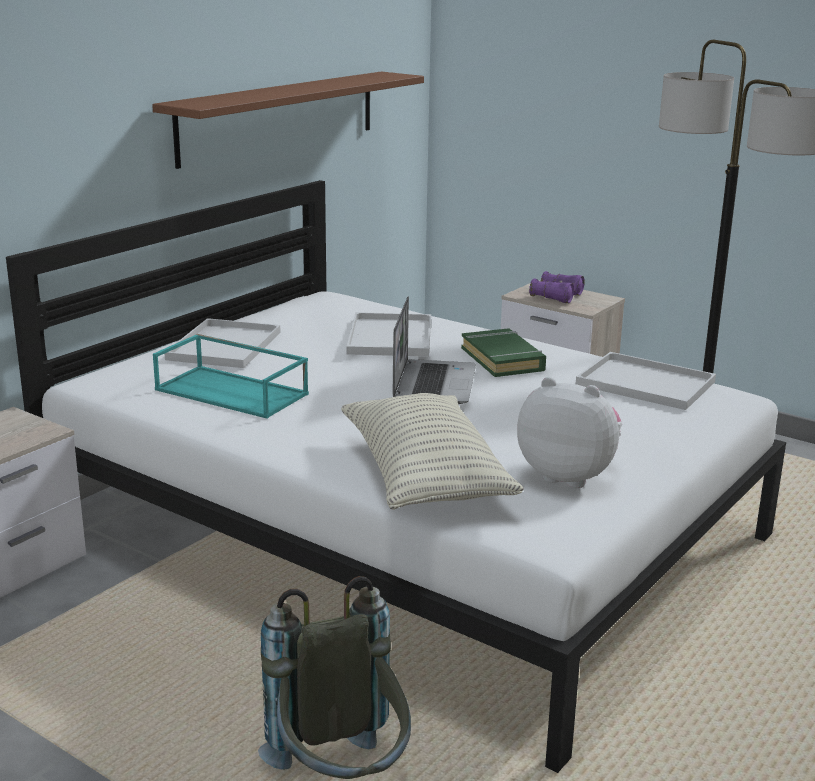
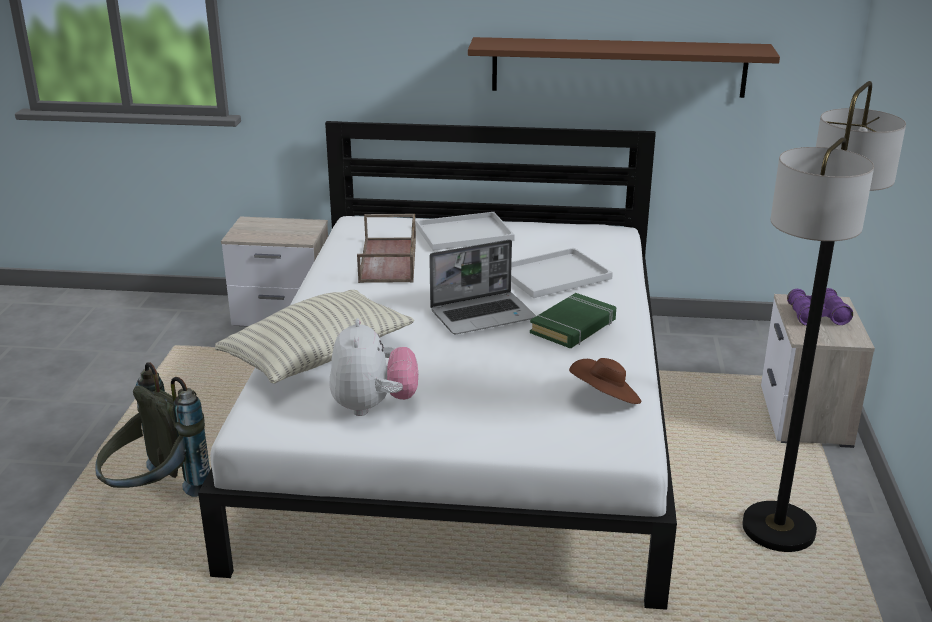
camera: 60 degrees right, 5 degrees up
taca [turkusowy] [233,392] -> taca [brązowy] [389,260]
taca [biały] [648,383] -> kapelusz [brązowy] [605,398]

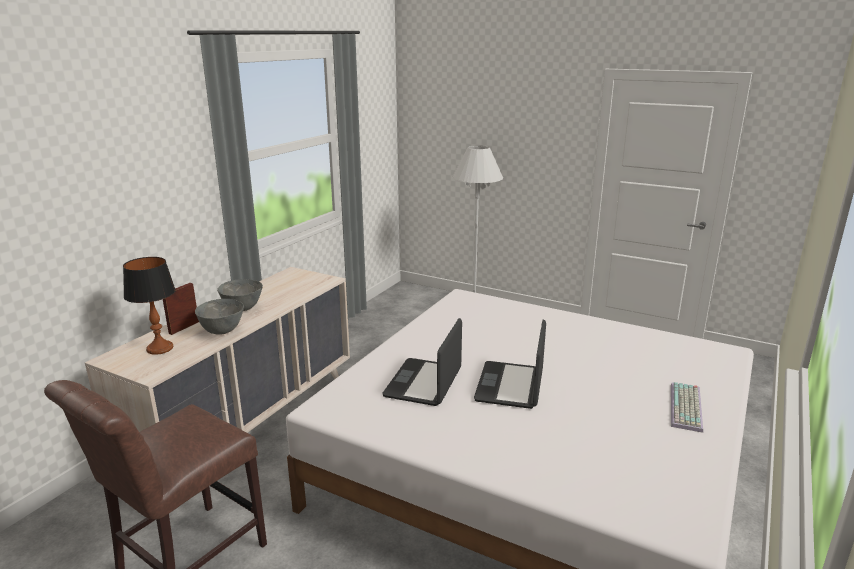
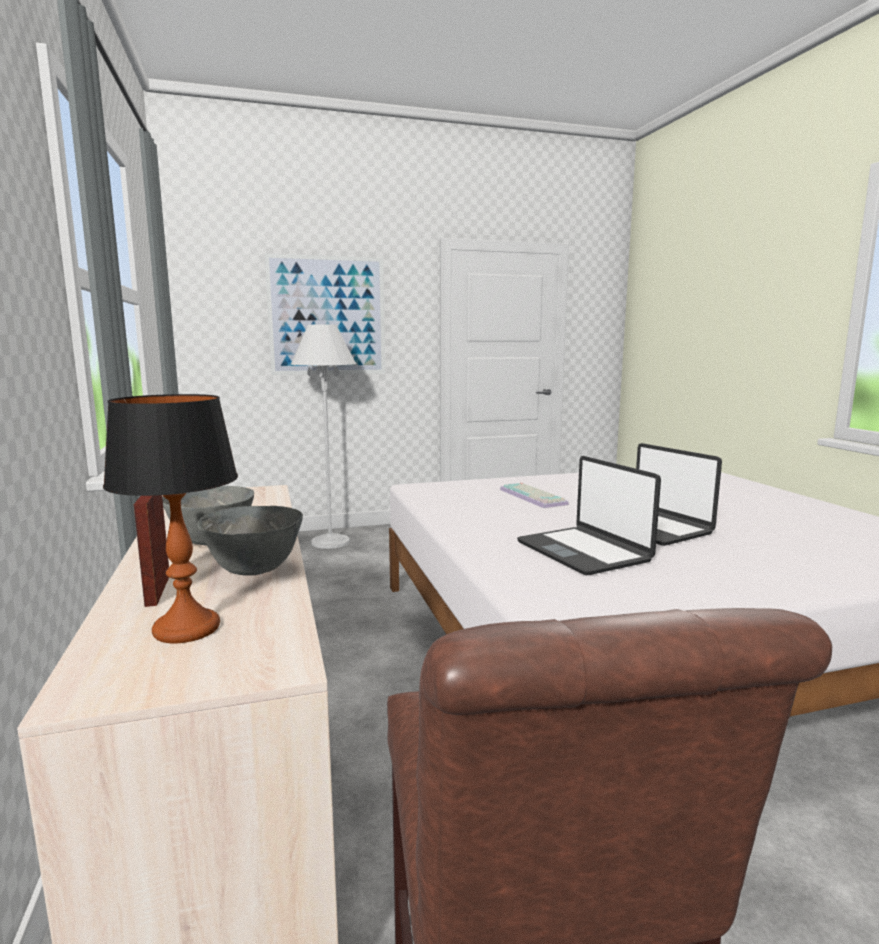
camera: 45 degrees left, 10 degrees down
none -> obraz [327,316]
klawiatura [687,408] -> klawiatura [534,497], moved

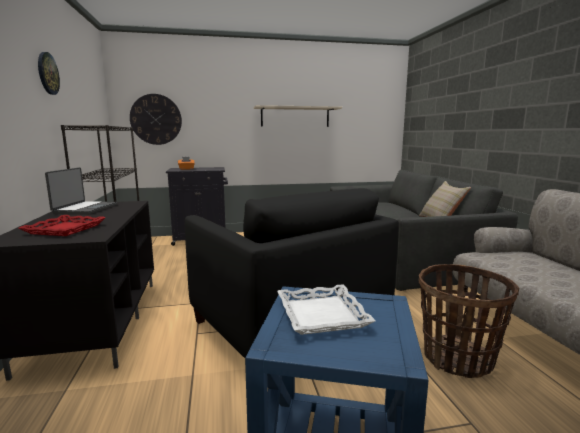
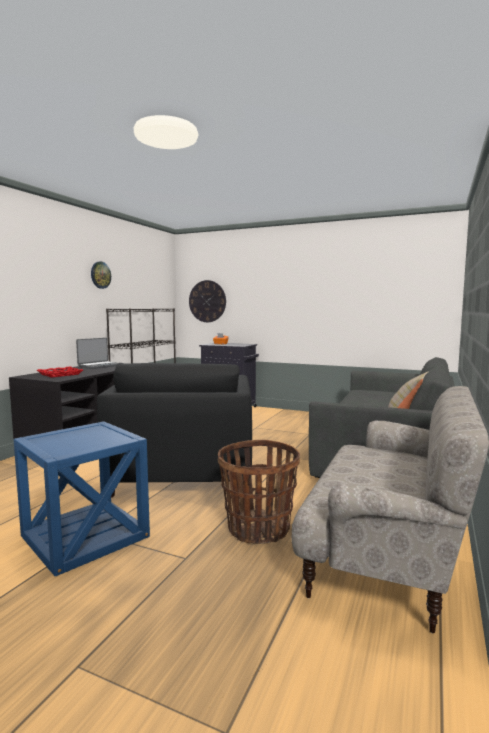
camera: 35 degrees right, 5 degrees down
półka [beżowy] [295,117] -> none
taca [biały] [321,314] -> none

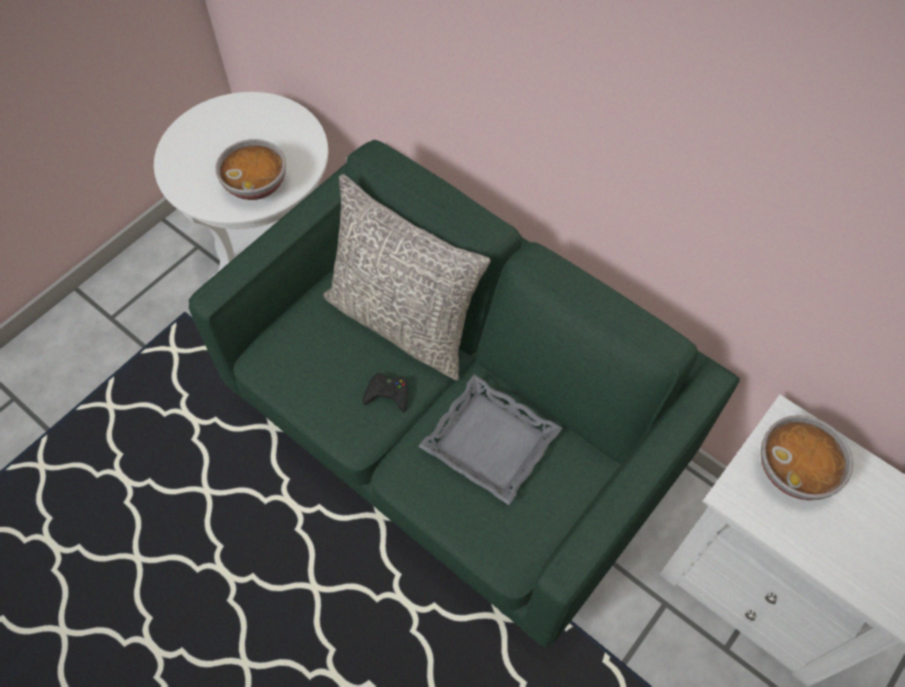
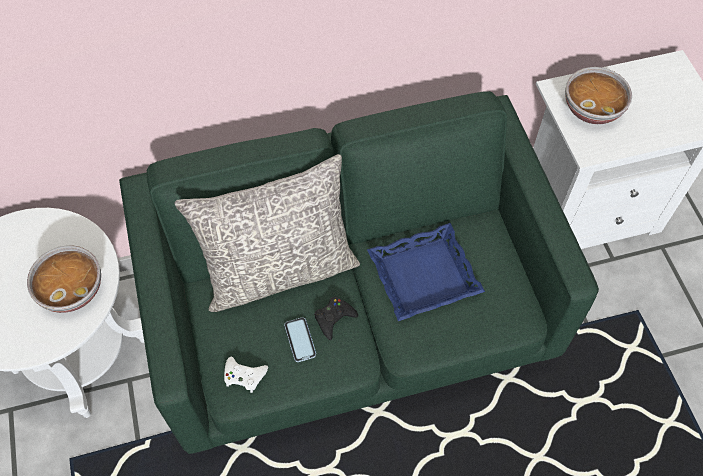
camera: 55 degrees left, 0 degrees up
none -> pad do gier [biały] [244,376]
none -> telefon [300,340]
taca [szary] [491,442] -> taca [niebieski] [424,275]

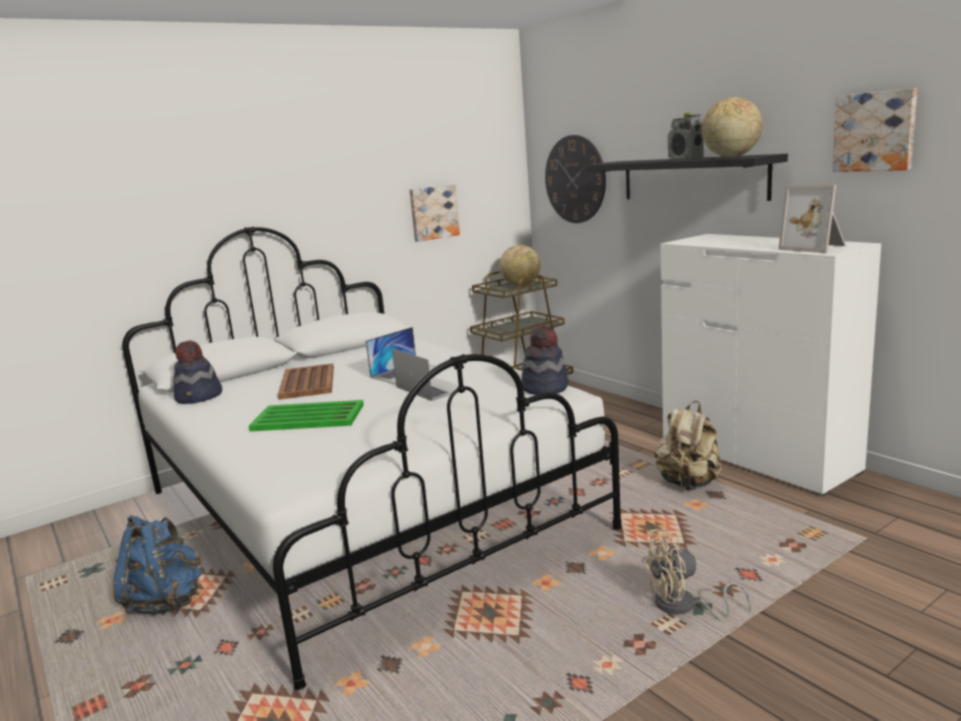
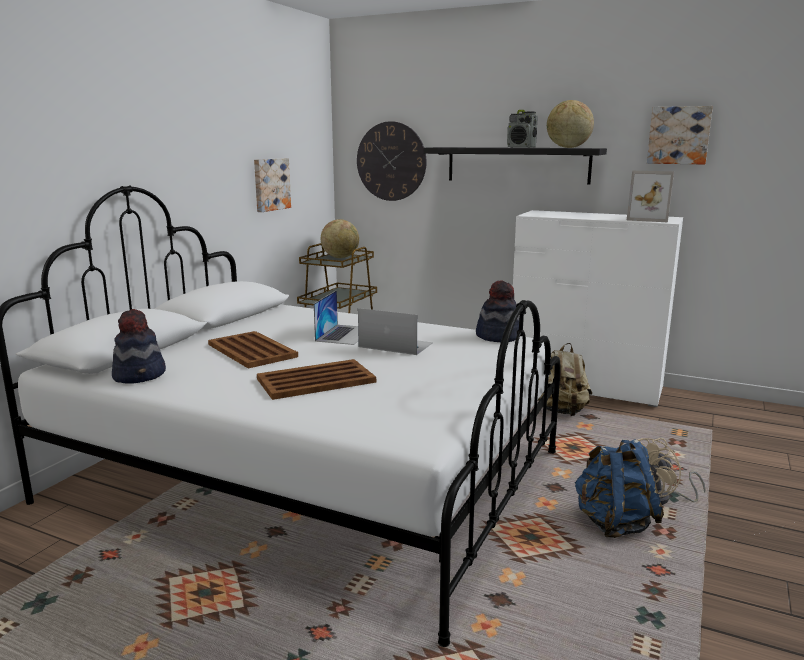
camera: 30 degrees left, 0 degrees up
taca [zielony] [307,417] -> taca [brązowy] [315,380]
plecak [niebieski] [166,601] -> plecak [niebieski] [613,524], moved

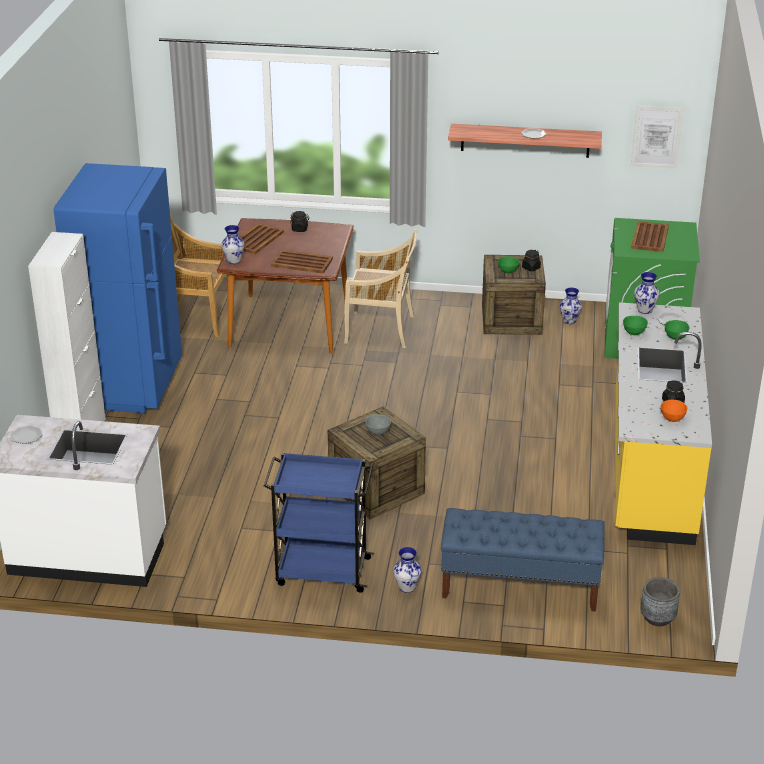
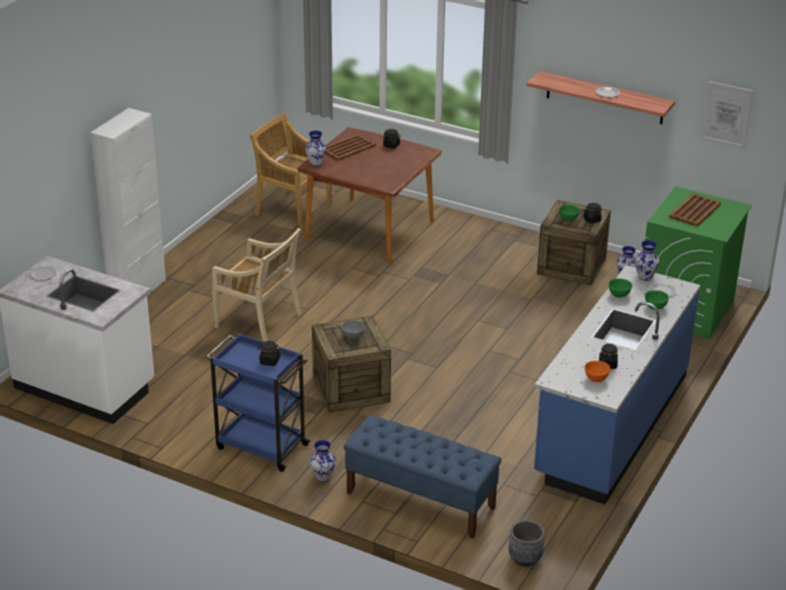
camera: 20 degrees right, 0 degrees up
krzesło [beżowy] [381,330] -> krzesło [beżowy] [259,321], moved
none -> słoik [czarny] [269,361]
zabudowa kuchenna [żółty] [650,466] -> zabudowa kuchenna [niebieski] [611,425]
lodówka [niebieski] [133,386] -> none
taca [brązowy] [302,262] -> none

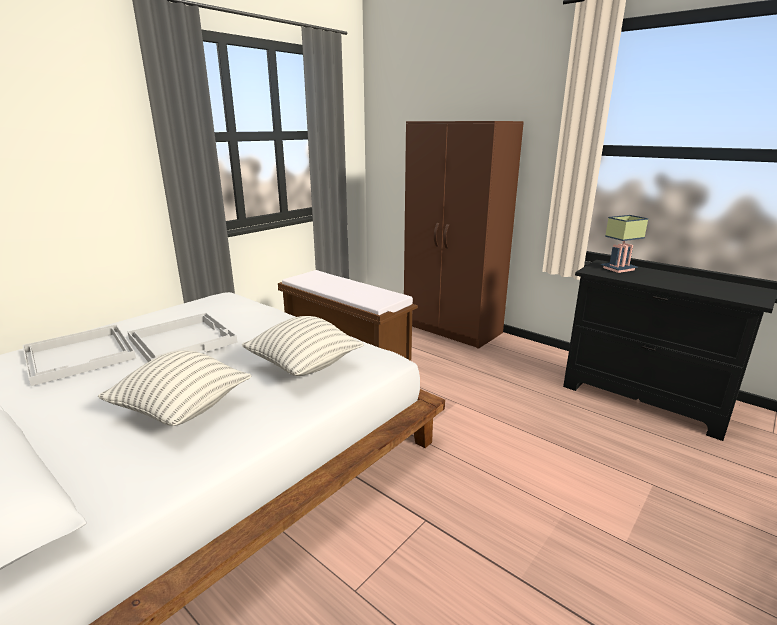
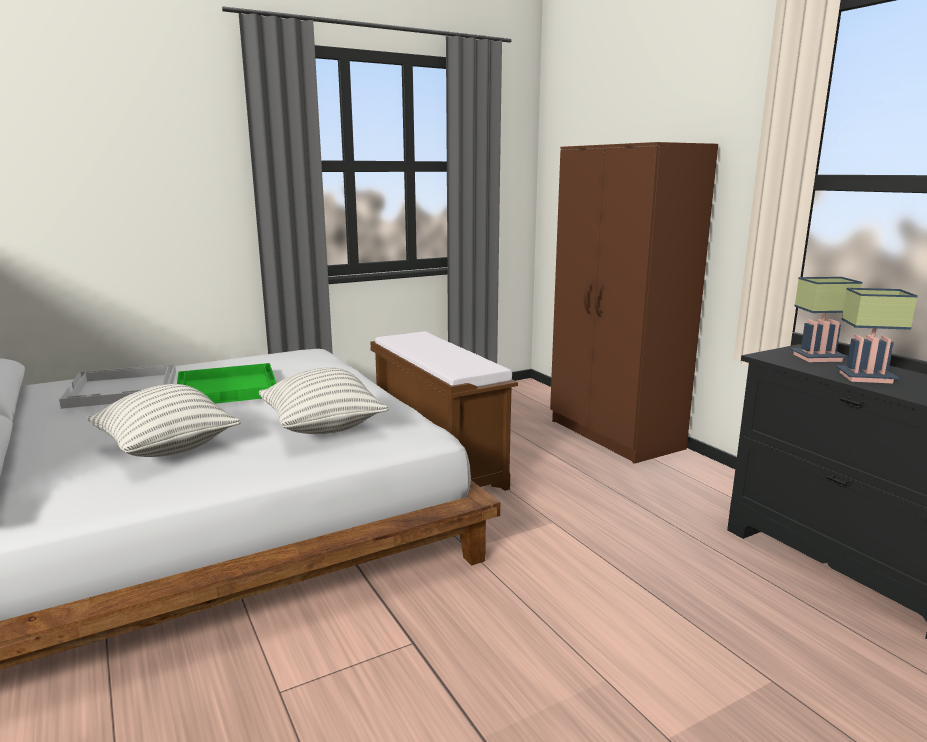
camera: 20 degrees right, 5 degrees down
taca [biały] [183,340] -> taca [zielony] [228,387]
none -> lampa stołowa [864,378]

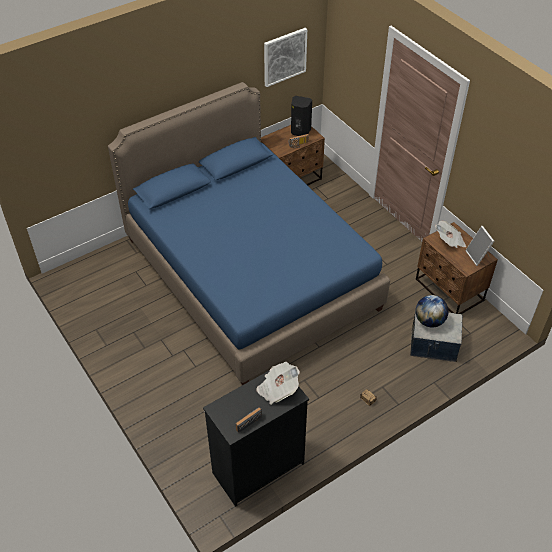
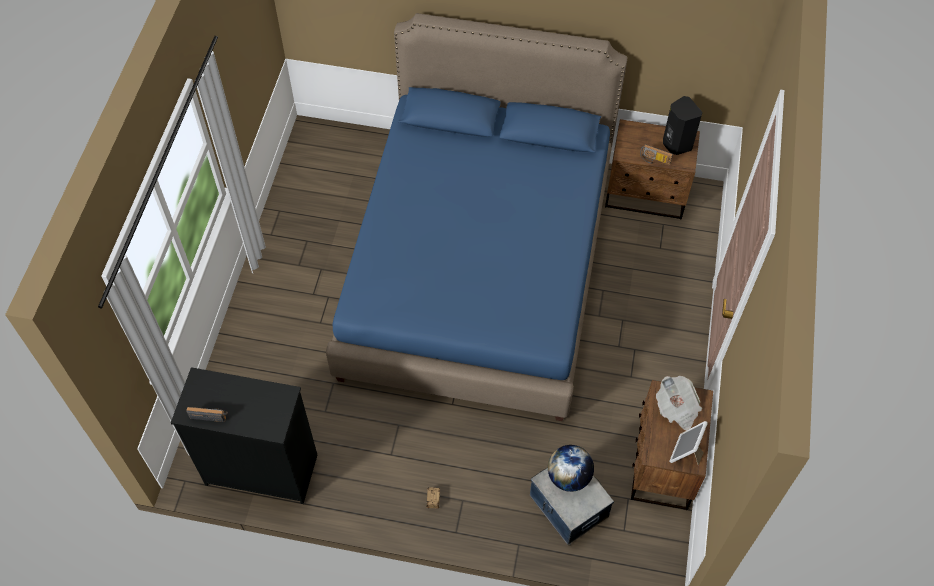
camera: 45 degrees right, 10 degrees up
gazeta [277,389] -> none
obraz [284,56] -> none

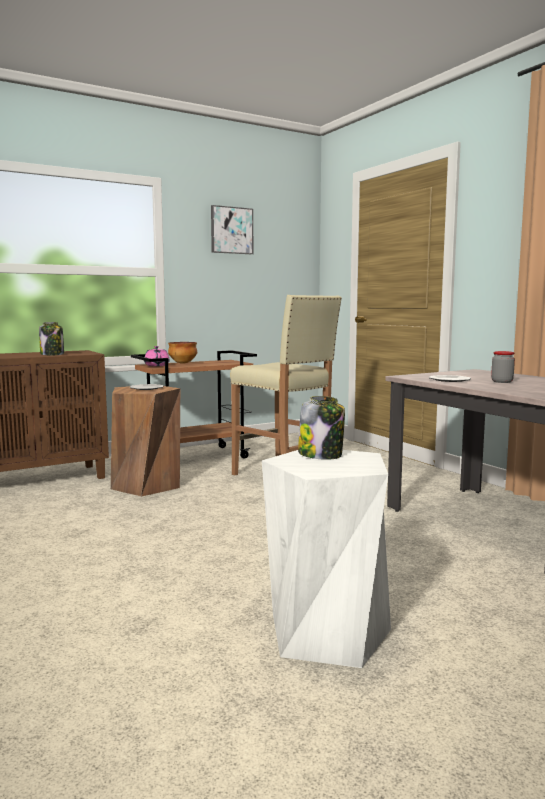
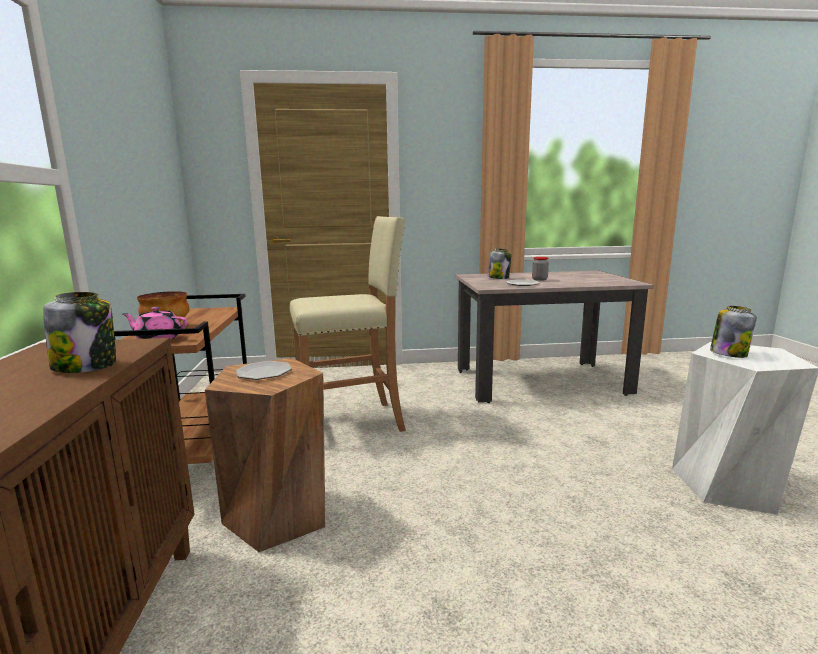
camera: 65 degrees left, 5 degrees up
none -> słoik [498,278]
obraz [231,230] -> none

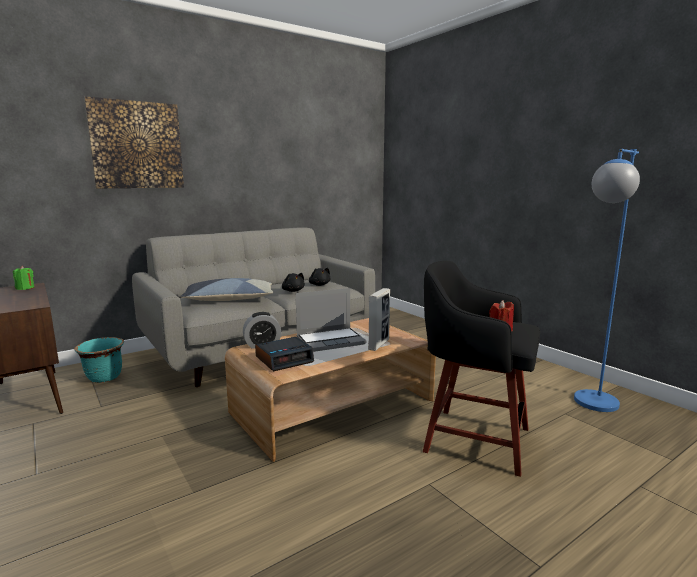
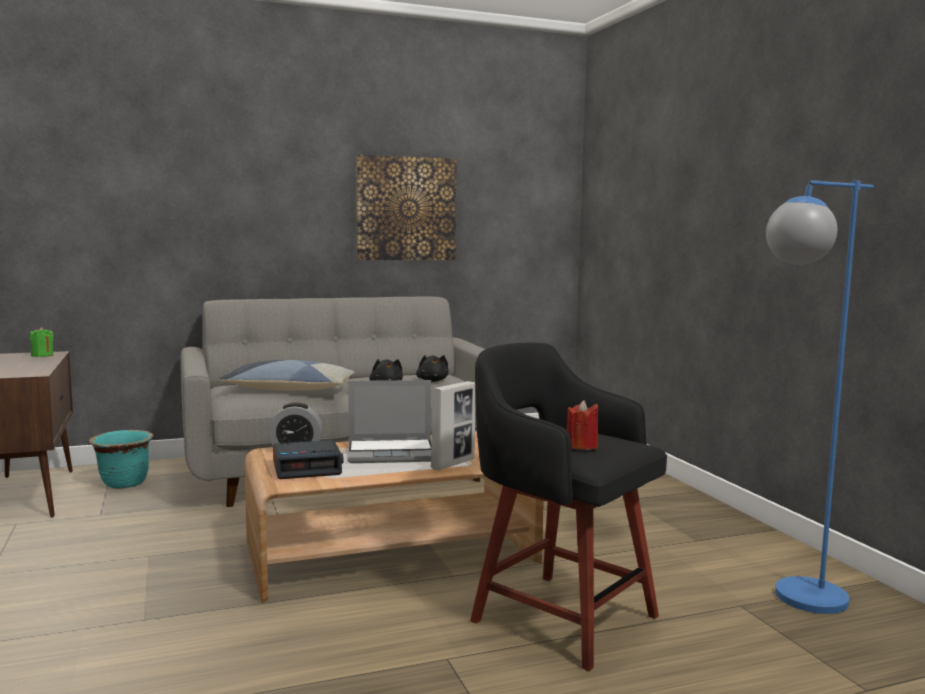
camera: 15 degrees right, 5 degrees down
obraz [136,145] -> obraz [406,209], moved

